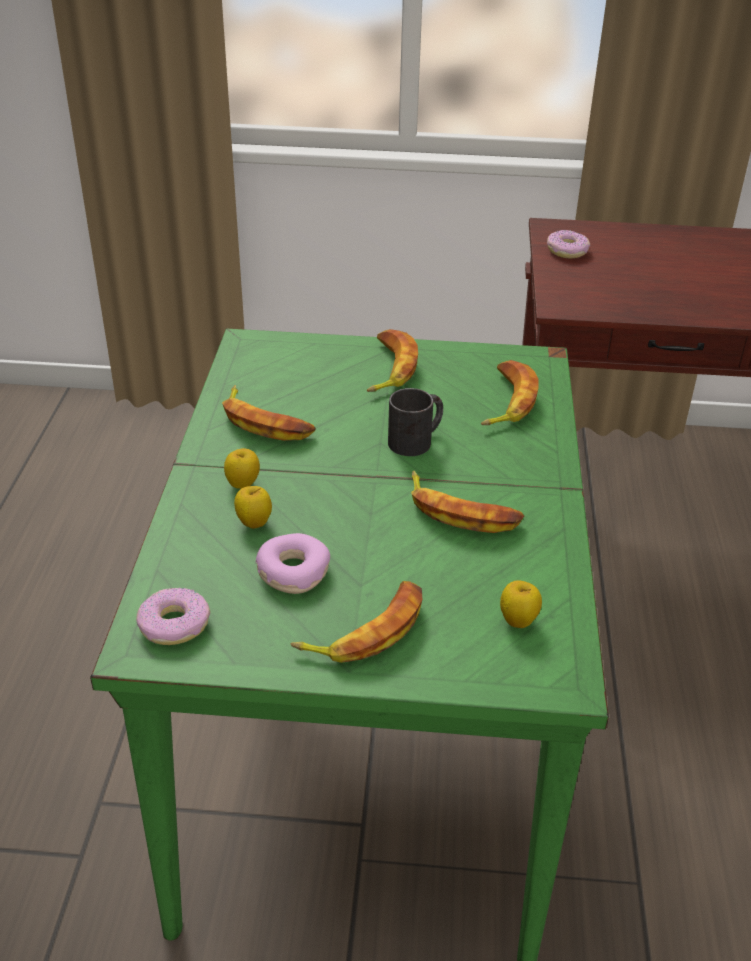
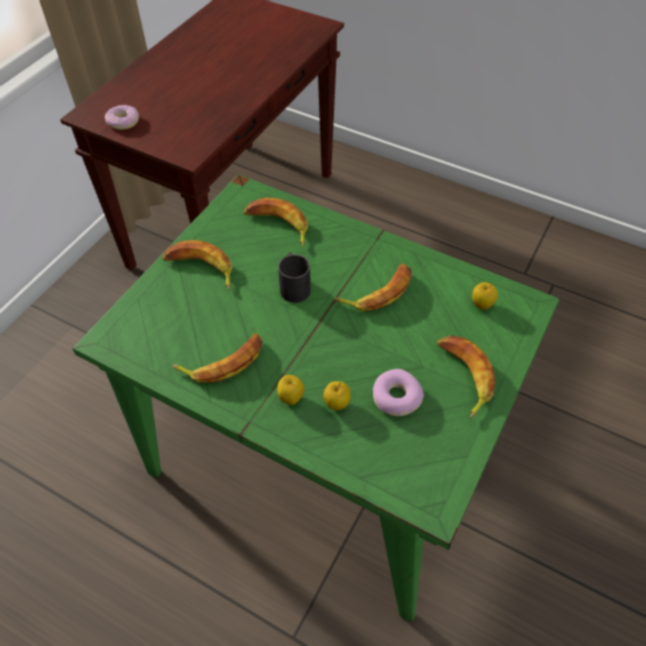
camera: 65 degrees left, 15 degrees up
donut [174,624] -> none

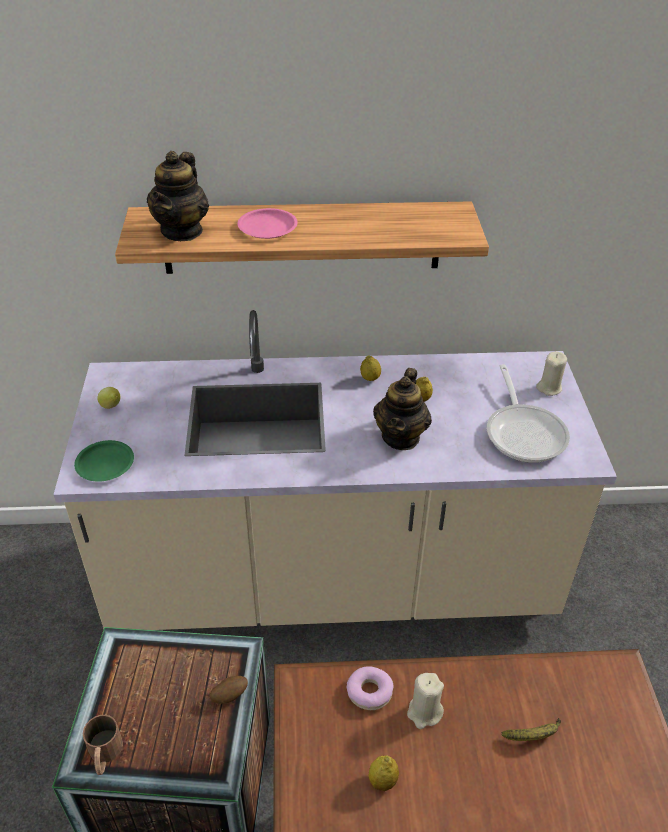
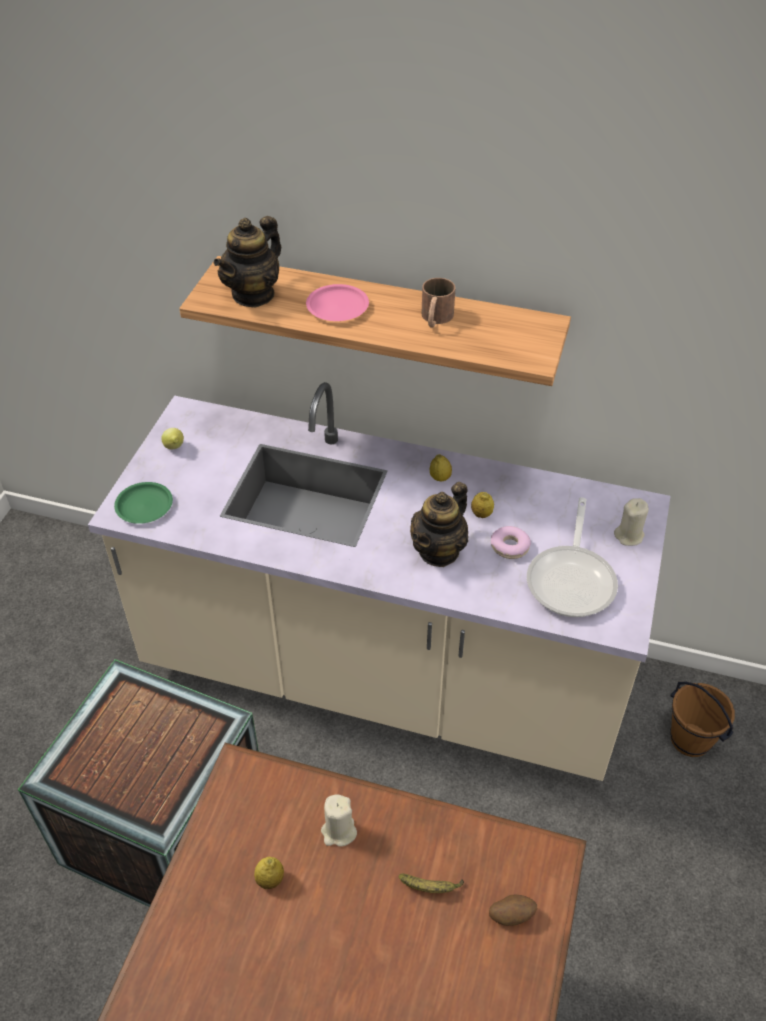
camera: 20 degrees right, 5 degrees up
kubek [brązowy] [104,755] -> kubek [brązowy] [435,319], moved
ziemniak [229,695] -> ziemniak [511,915], moved
donut [369,692] -> donut [509,547], moved
none -> wiadro [brązowy] [691,739]

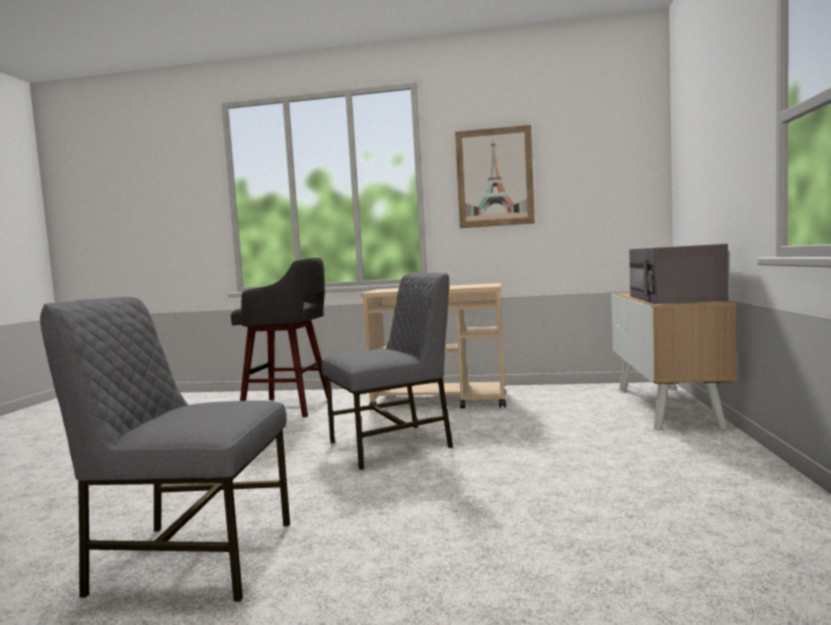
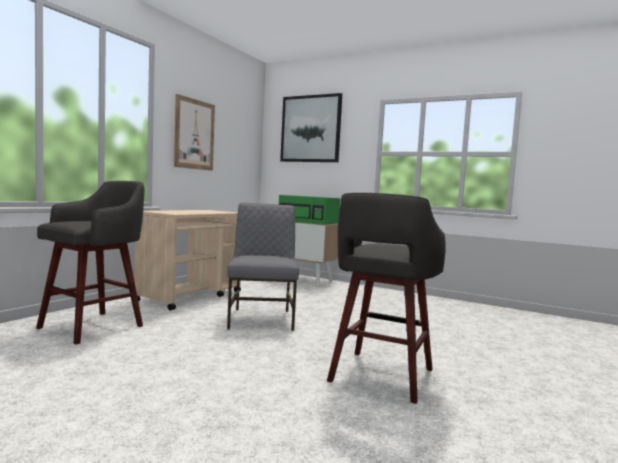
camera: 70 degrees left, 0 degrees up
mikrofalówka [szary] [675,298] -> mikrofalówka [zielony] [309,222]
none -> obraz [310,129]
krzesło [szary] [191,558] -> stołek [szary] [380,376]

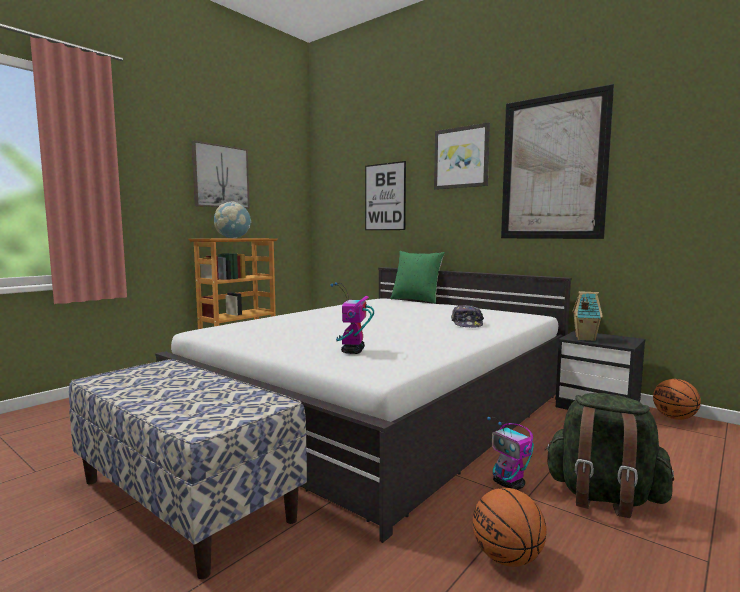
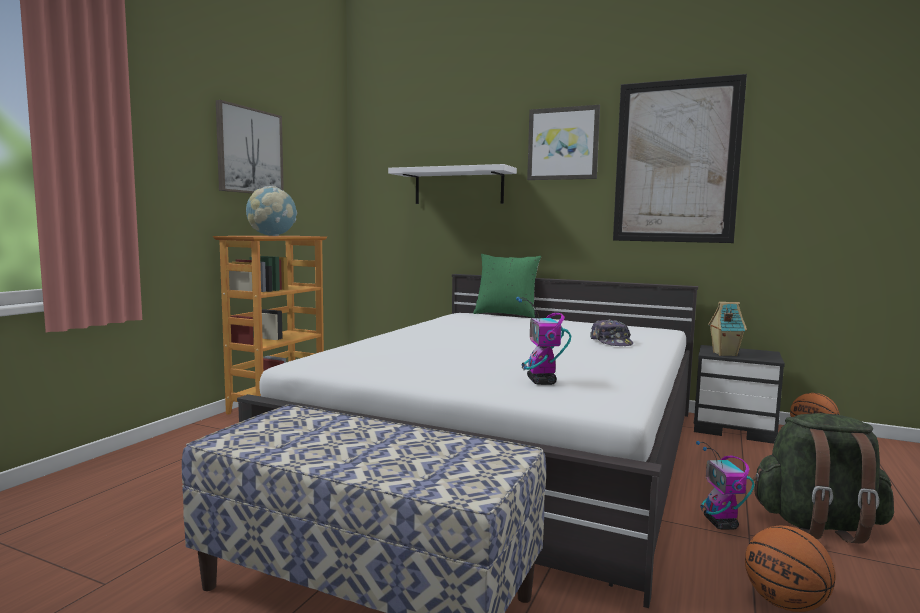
camera: 15 degrees left, 0 degrees up
obraz [385,197] -> półka [biały] [458,186]
robot zabawkowy [509,485] -> robot zabawkowy [721,523], 45 degrees clockwise

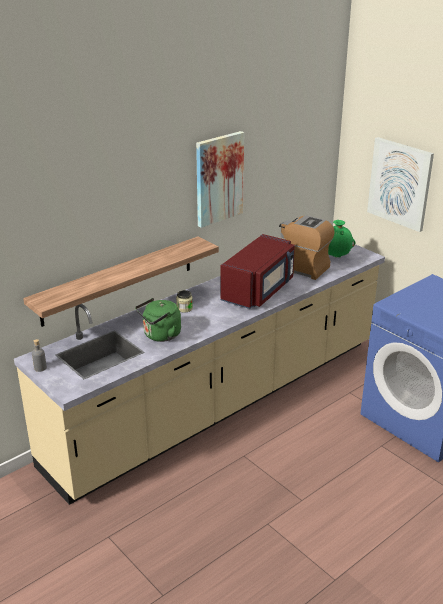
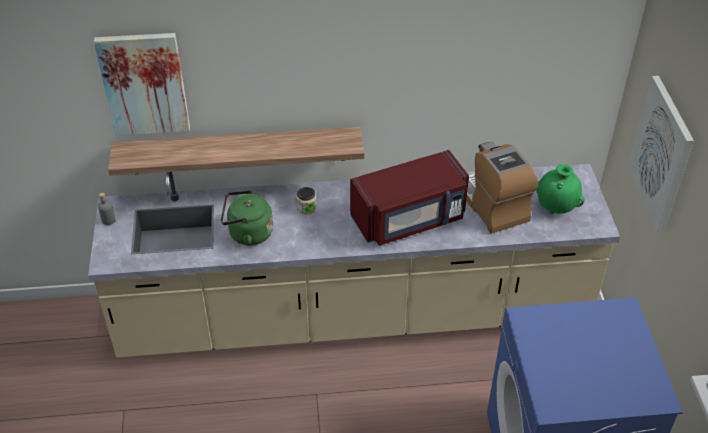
camera: 35 degrees right, 15 degrees up
obraz [219,179] -> obraz [144,84], moved

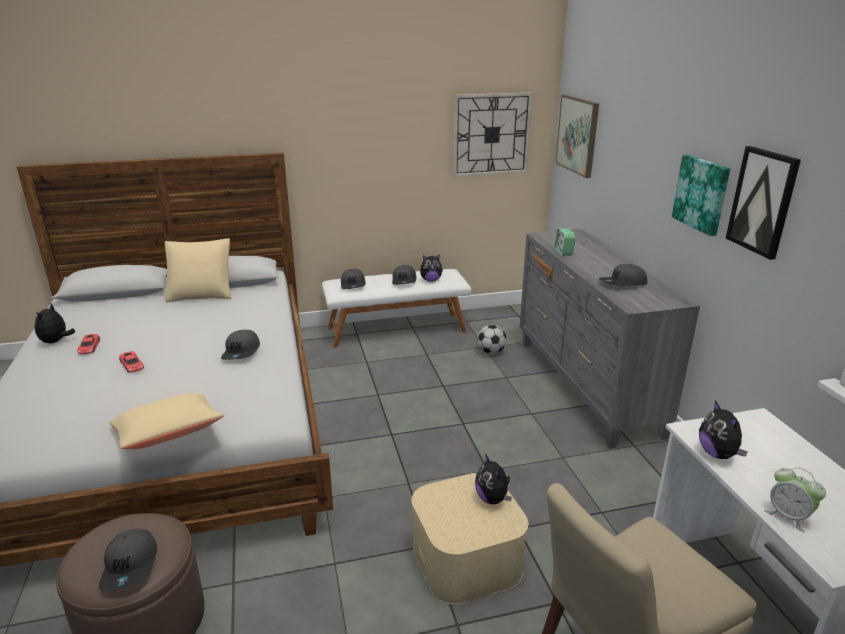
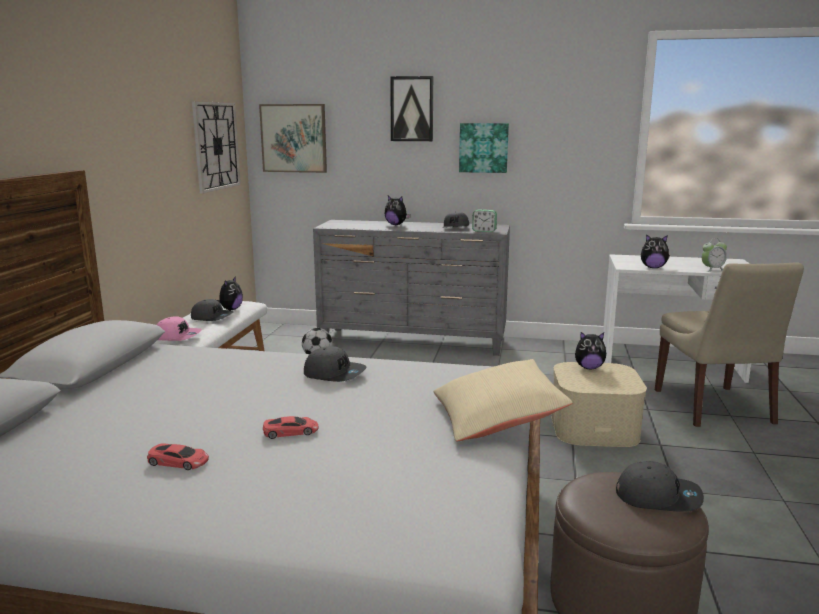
camera: 65 degrees left, 10 degrees down
czapka z daszkiem [szary] [353,285] -> czapka z daszkiem [różowy] [178,336]
pluszak [56,341] -> pluszak [396,225], moved
obraz [762,201] -> obraz [412,109], moved
budzik [563,252] -> budzik [484,231], moved
poduszka [beżowy] [202,293] -> none

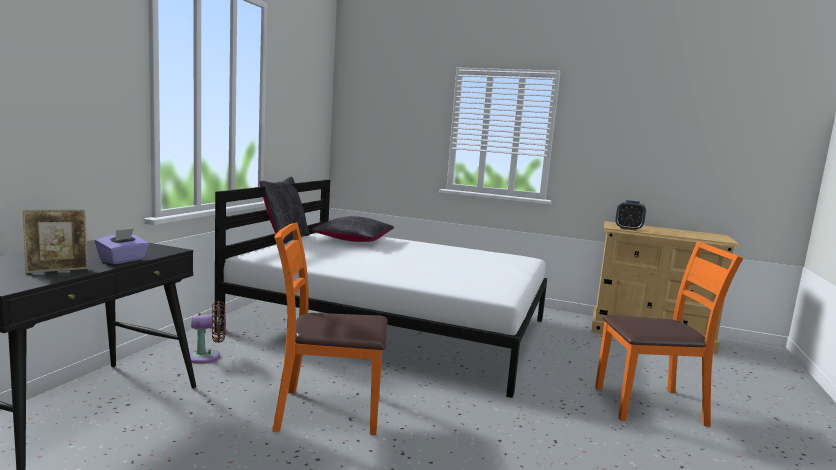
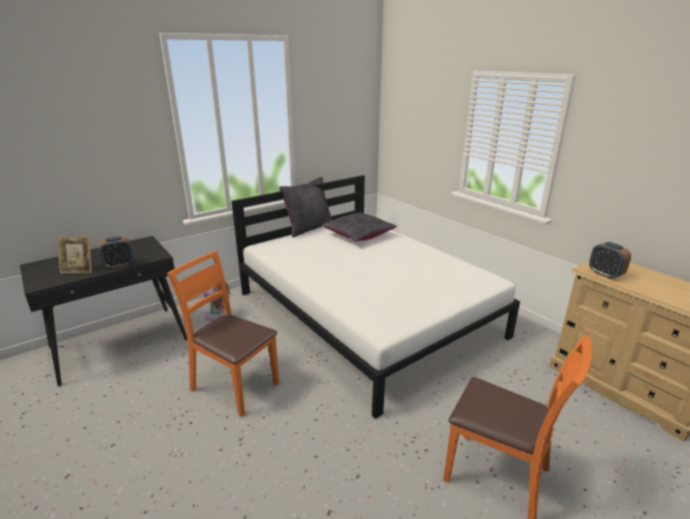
camera: 35 degrees right, 15 degrees up
pudełko chusteczek [fioletowy] [123,260] -> budzik [119,265]

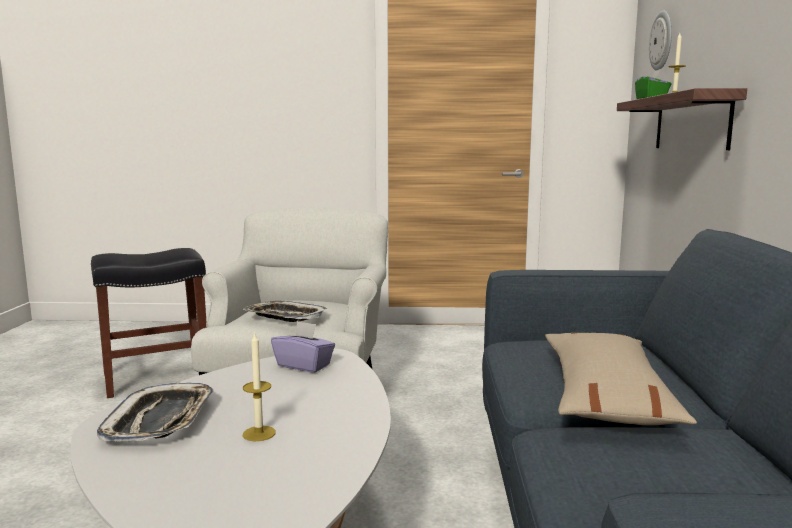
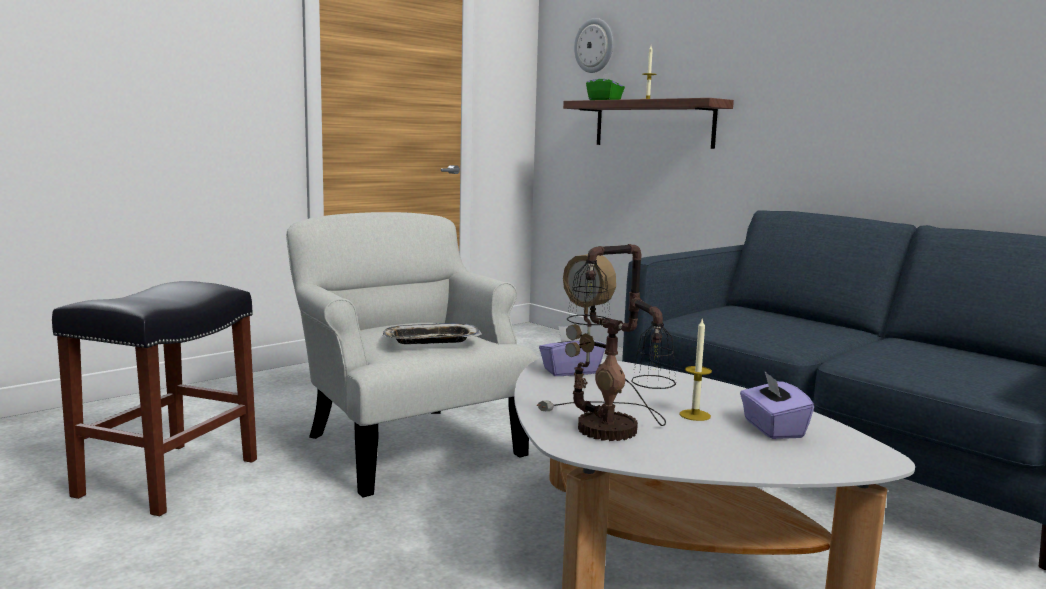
camera: 45 degrees left, 0 degrees up
taca [161,420] -> lampa stołowa [608,432]
none -> pudełko chusteczek [fioletowy] [772,429]
poduszka [beżowy] [605,396] -> none

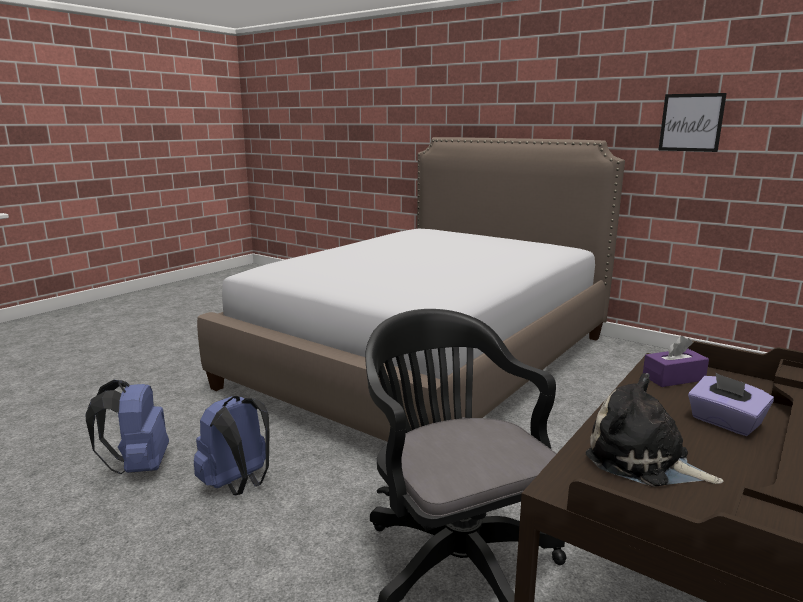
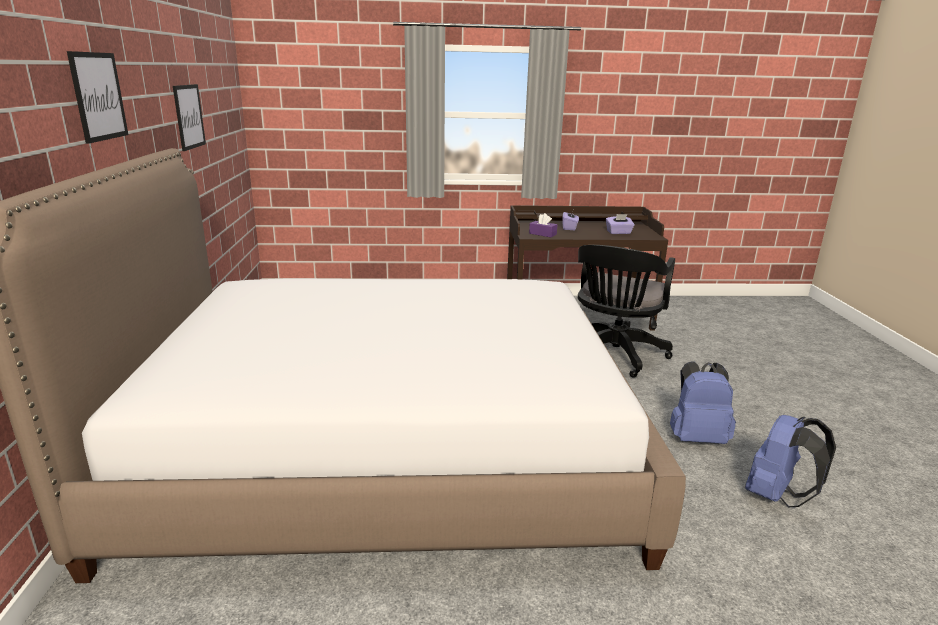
camera: 130 degrees left, 5 degrees up
none -> obraz [98,96]
pluszak [643,460] -> pudełko chusteczek [fioletowy] [618,232]

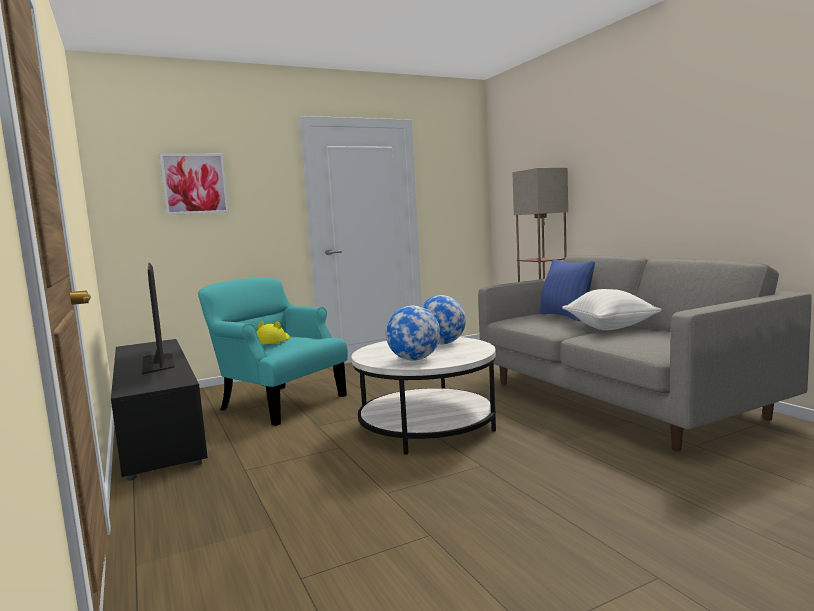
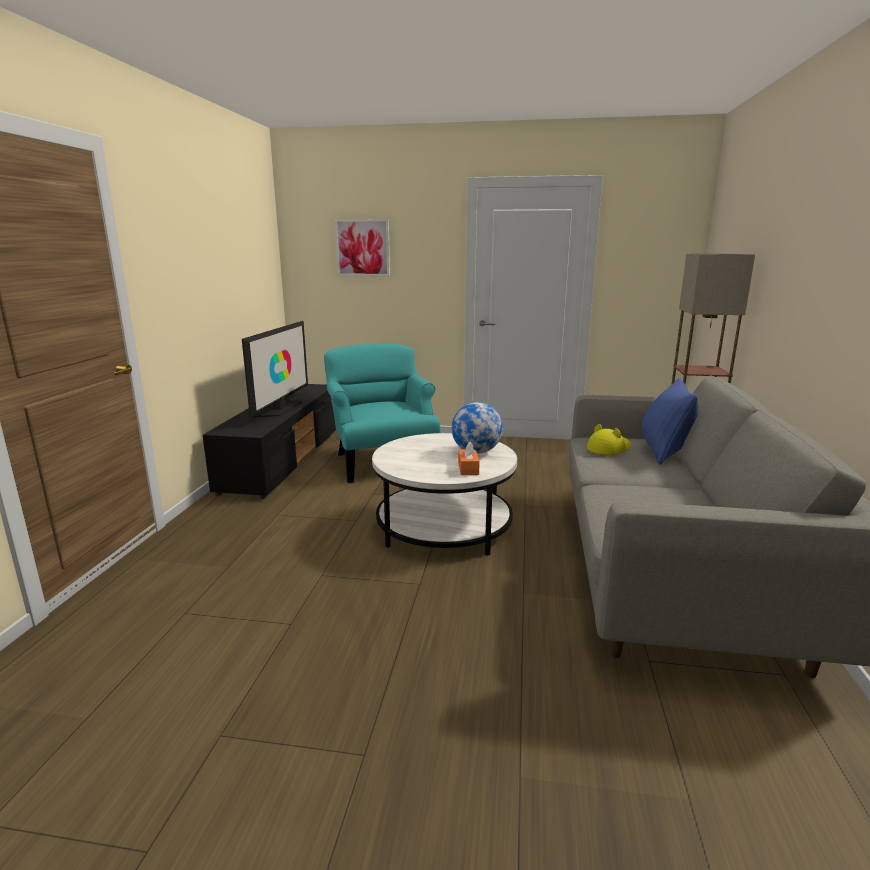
camera: 35 degrees right, 10 degrees up
none -> pudełko chusteczek [pomarańczowy] [468,468]
kapelusz [żółty] [272,341] -> kapelusz [żółty] [608,448], moved
globus [414,359] -> none
poduszka [biały] [609,328] -> none

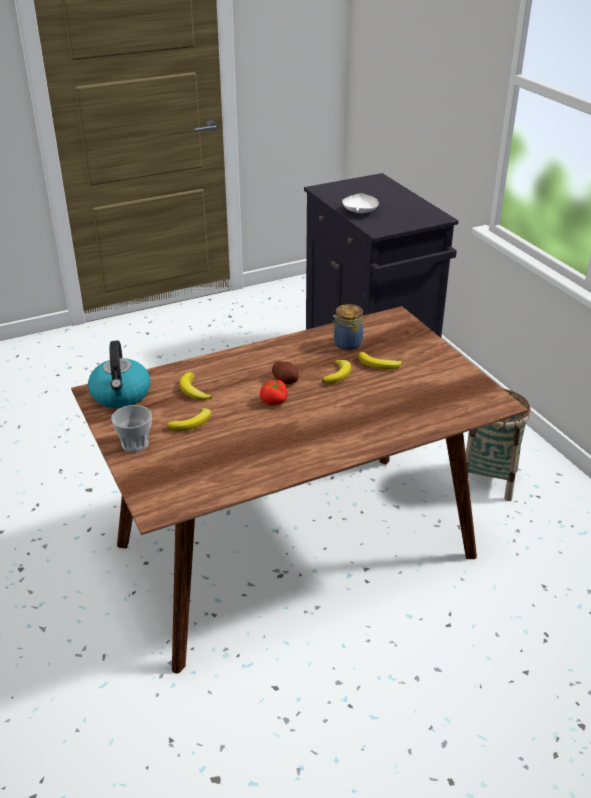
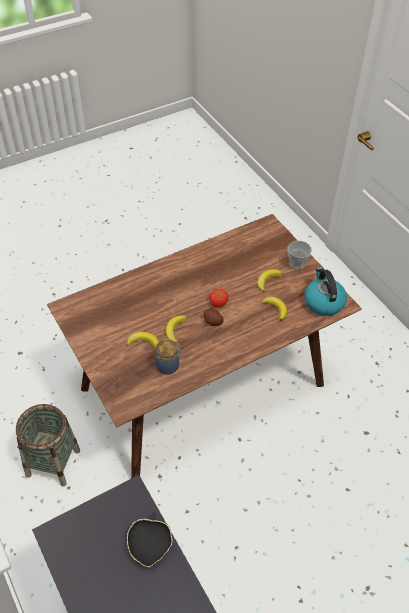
camera: 175 degrees right, 15 degrees up
miska [biały] [360,212] -> miska [czarny] [150,544]

